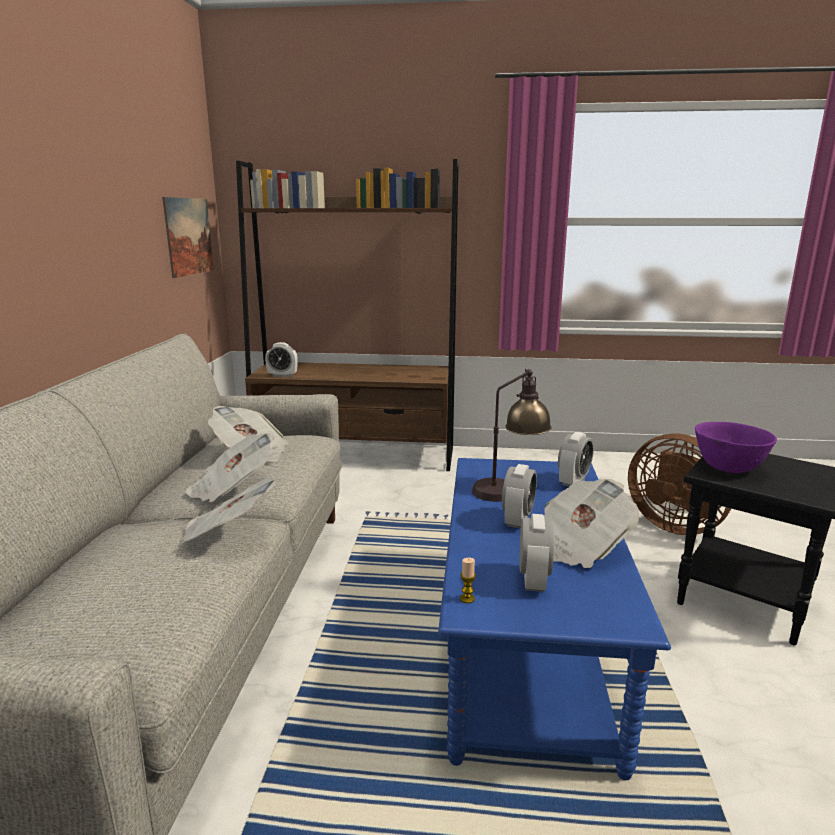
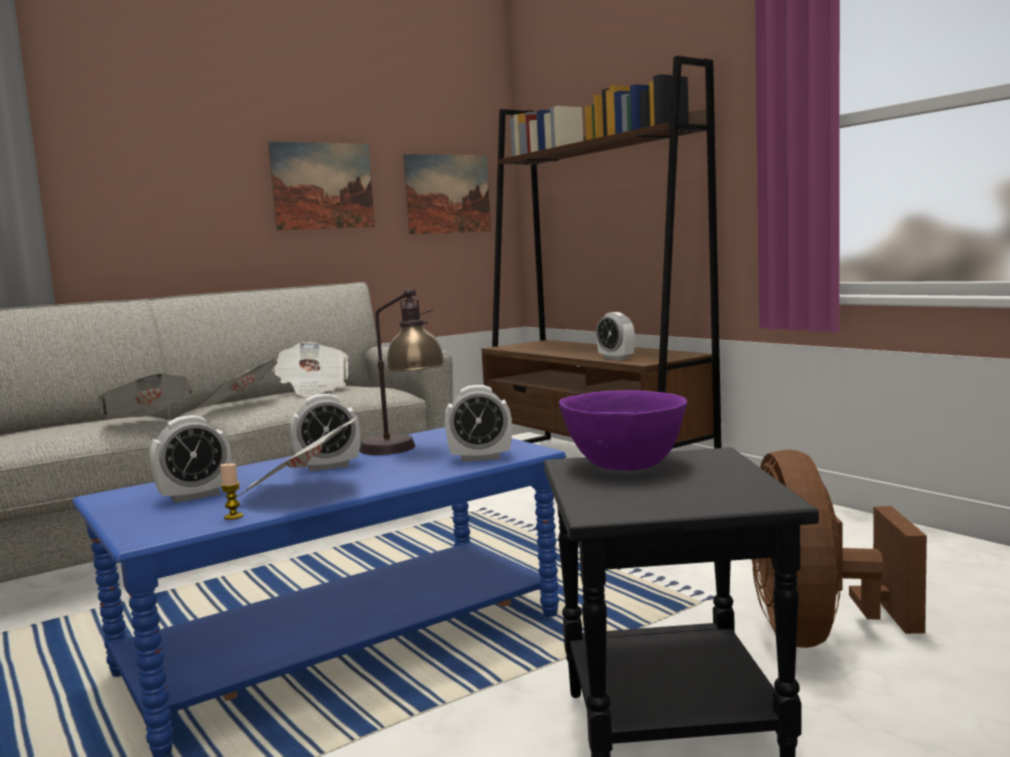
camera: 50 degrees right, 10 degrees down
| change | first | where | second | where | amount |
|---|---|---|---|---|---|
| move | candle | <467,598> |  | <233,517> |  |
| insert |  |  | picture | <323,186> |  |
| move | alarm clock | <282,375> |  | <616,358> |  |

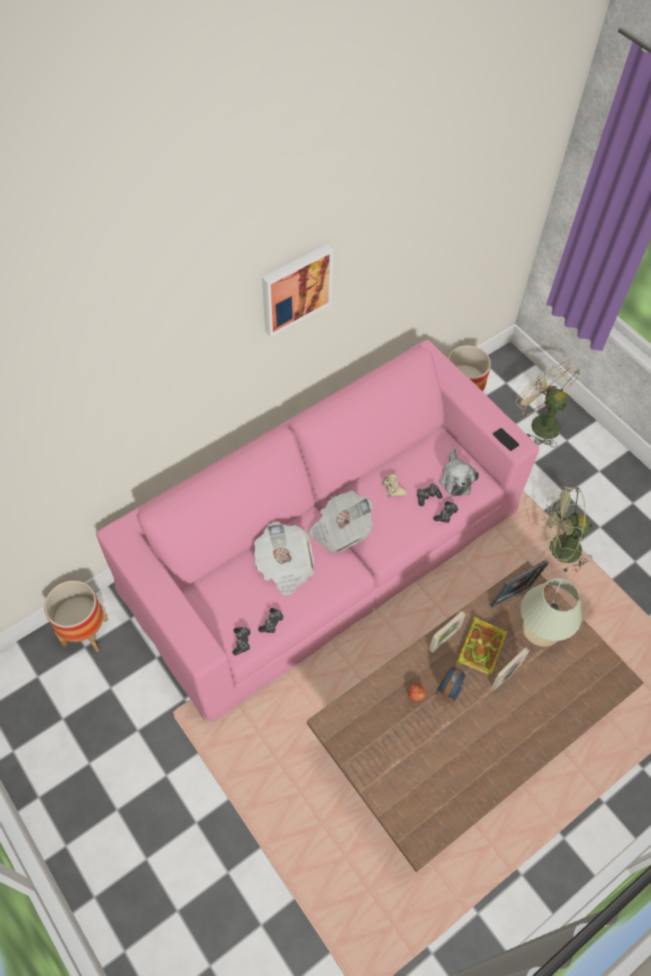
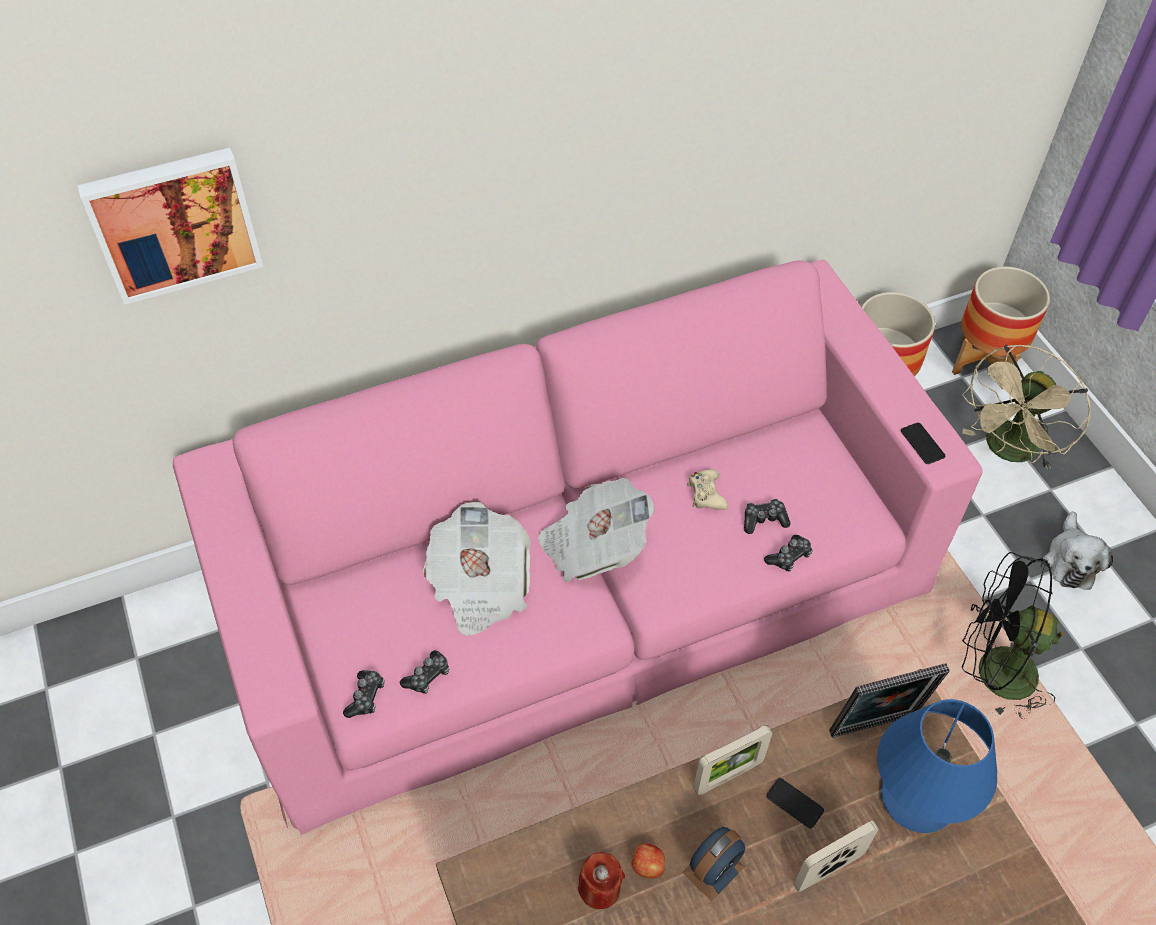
camera: 15 degrees right, 5 degrees down
| change | first | where | second | where | amount |
|---|---|---|---|---|---|
| move | picture | <295,288> |  | <173,222> |  |
| insert |  |  | red candle | <599,888> |  |
| replace | book | <481,646> | phone | <794,803> |  |
| recolor | beige table lamp | <540,629> | blue table lamp | <916,797> |  |
| move | planter | <85,632> |  | <983,363> |  |
| rotate | beige fan | <539,423> |  | <1008,451> | 120 degrees counterclockwise |
| recolor | green fan | <557,550> | black fan | <992,672> |  |
| move | plush toy | <455,478> |  | <1070,560> |  |

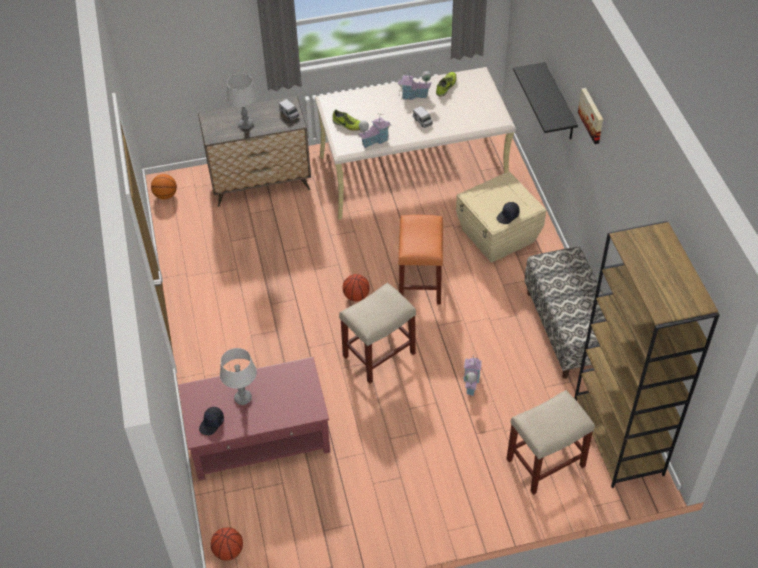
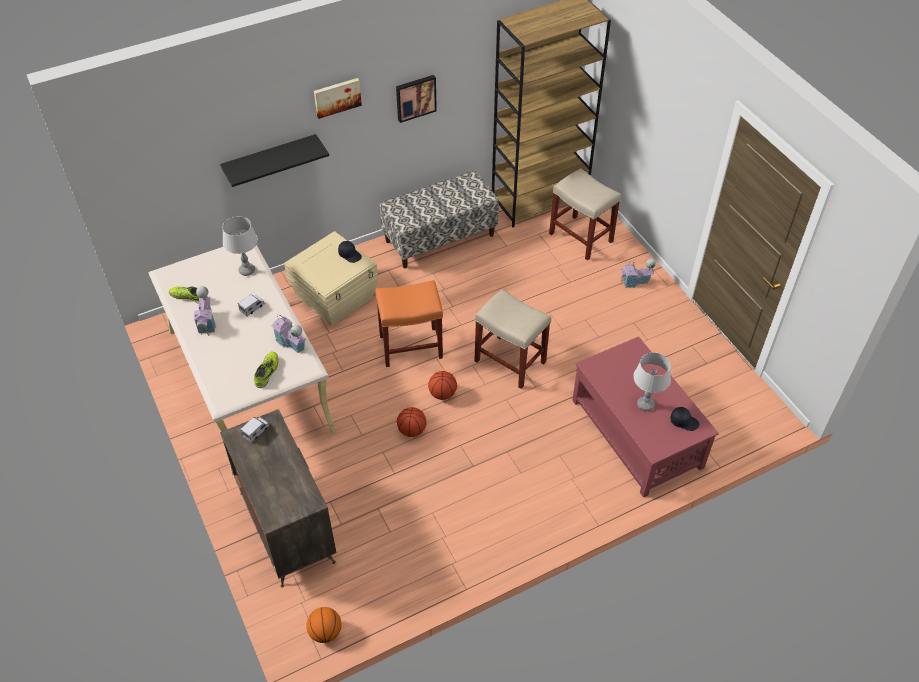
camera: 105 degrees left, 0 degrees up
| change | first | where | second | where | amount |
|---|---|---|---|---|---|
| move | grey table lamp | <246,124> |  | <246,270> |  |
| insert |  |  | picture | <415,97> |  |
| move | basketball | <228,551> |  | <412,430> |  |
| move | toy house | <471,383> |  | <635,282> |  |

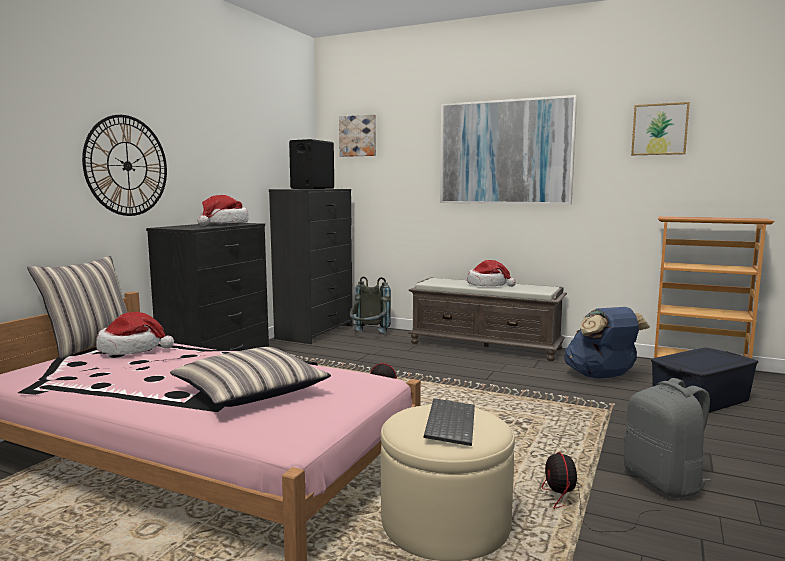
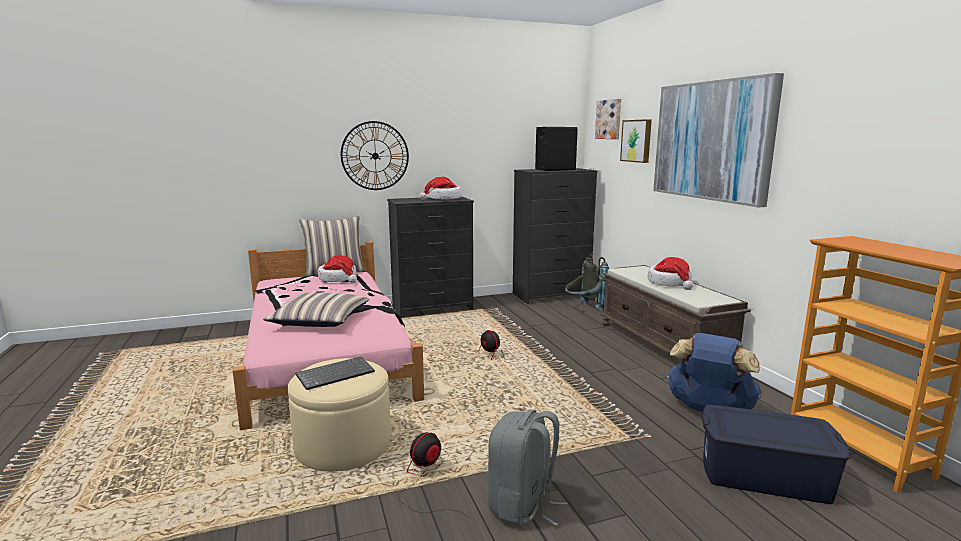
camera: 45 degrees right, 5 degrees up
| change | first | where | second | where | amount |
|---|---|---|---|---|---|
| move | picture | <659,129> |  | <637,141> |  |

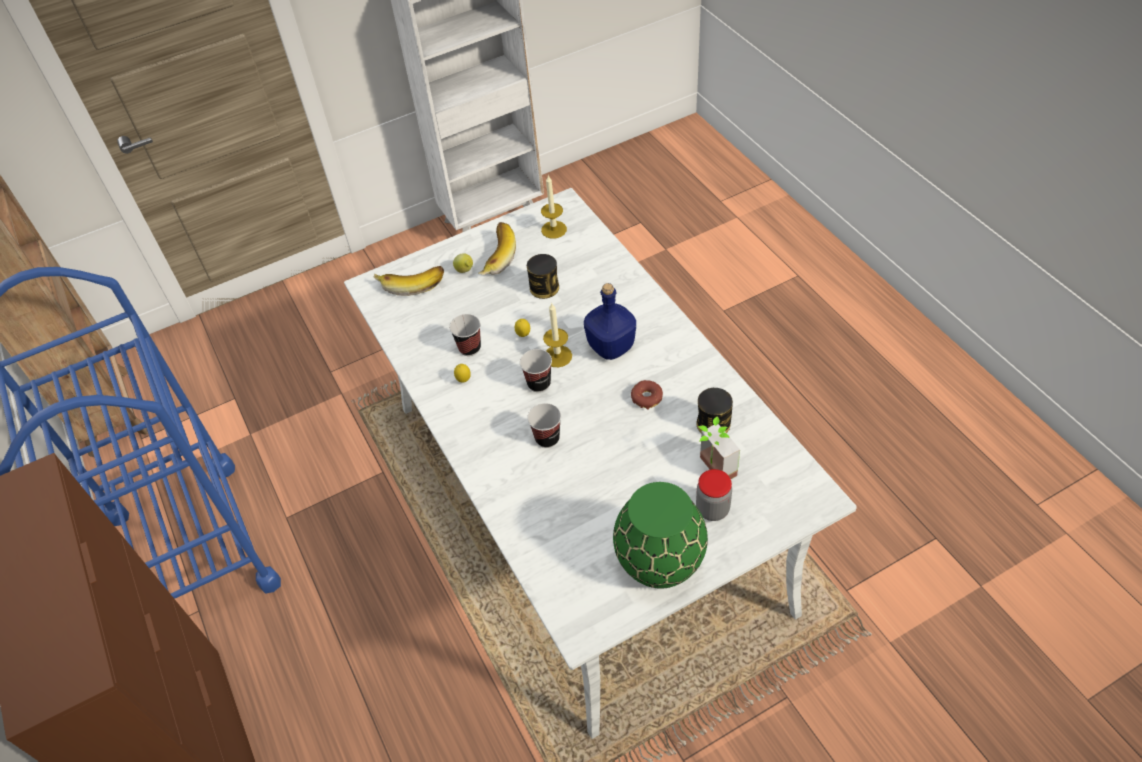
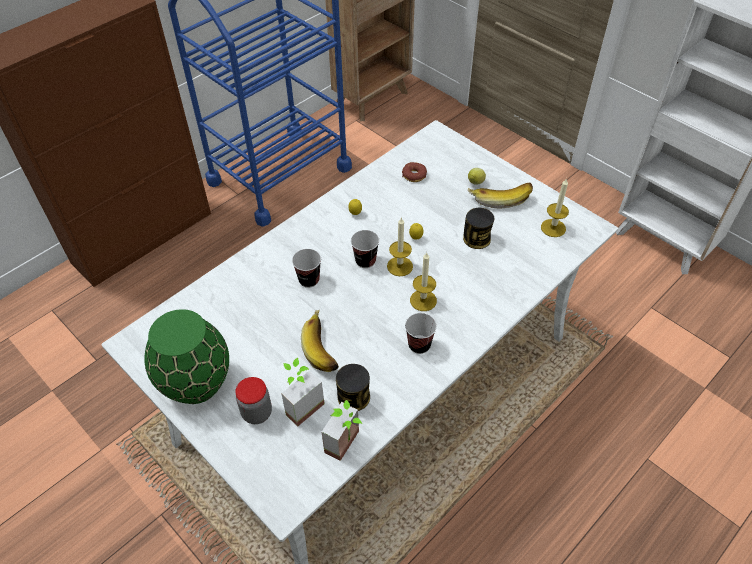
camera: 70 degrees right, 0 degrees up
| change | first | where | second | where | amount |
|---|---|---|---|---|---|
| move | banana | <412,283> |  | <324,348> |  |
| insert |  |  | potted plant | <348,445> |  |
| move | donut | <647,397> |  | <414,175> |  |
| move | cup | <469,348> |  | <419,345> |  |
| replace | blue bottle | <610,346> | candle | <423,300> |  |

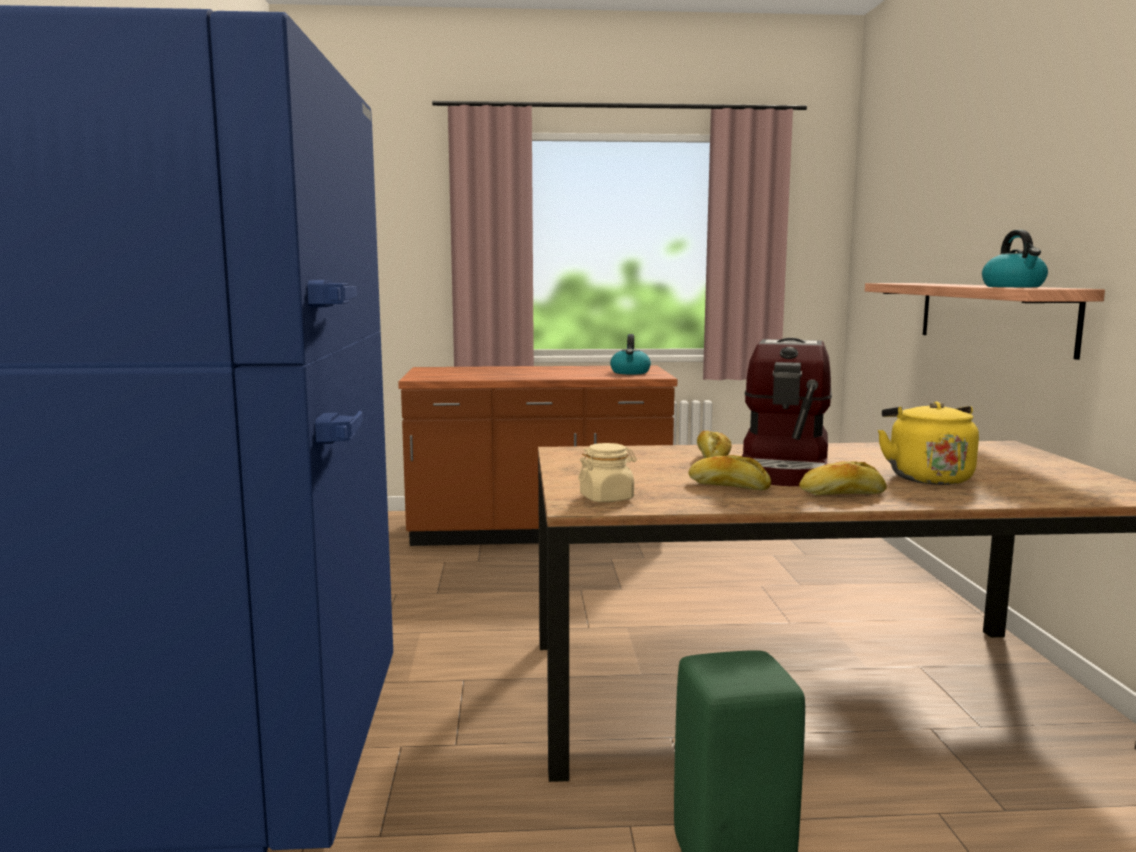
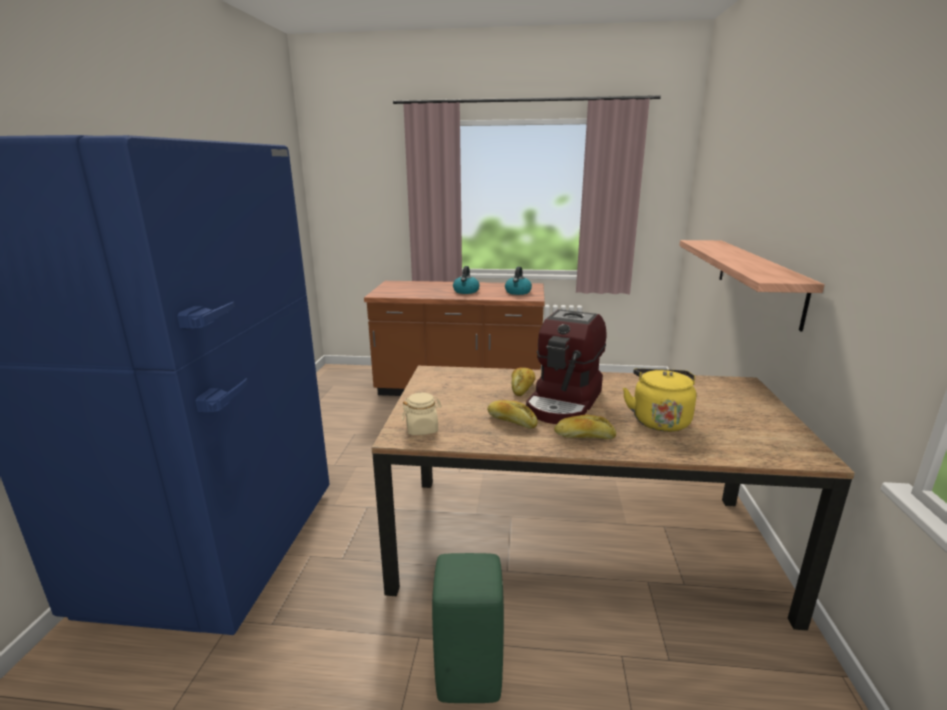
camera: 10 degrees right, 10 degrees up
| change | first | where | second | where | amount |
|---|---|---|---|---|---|
| move | kettle | <1014,287> |  | <466,291> |  |

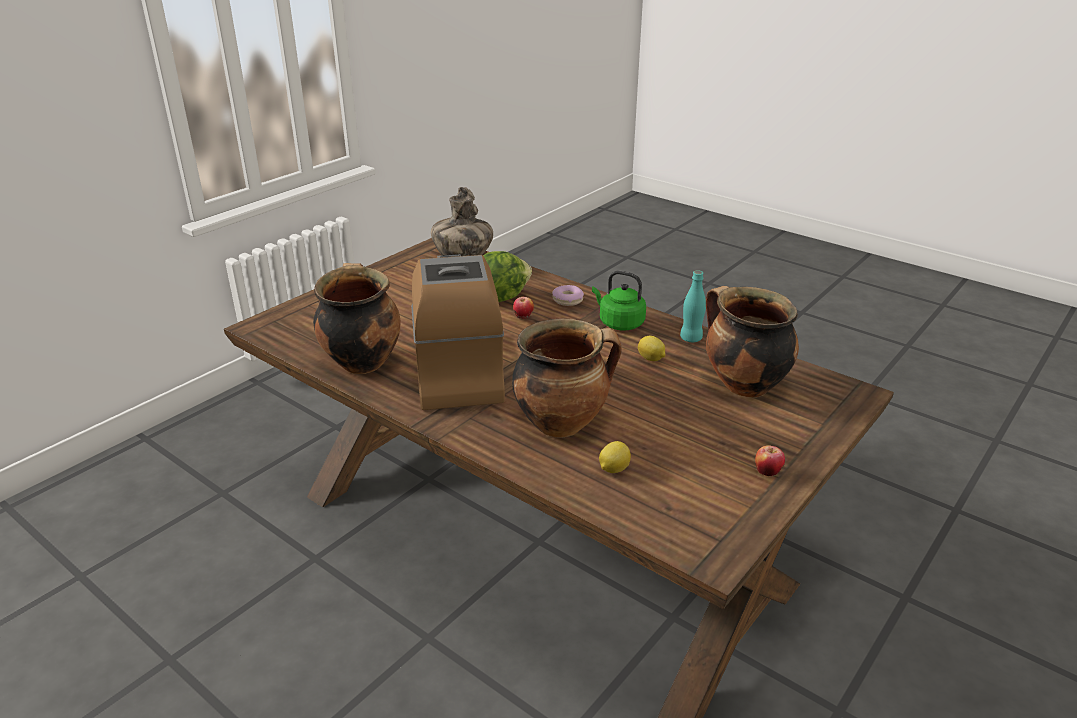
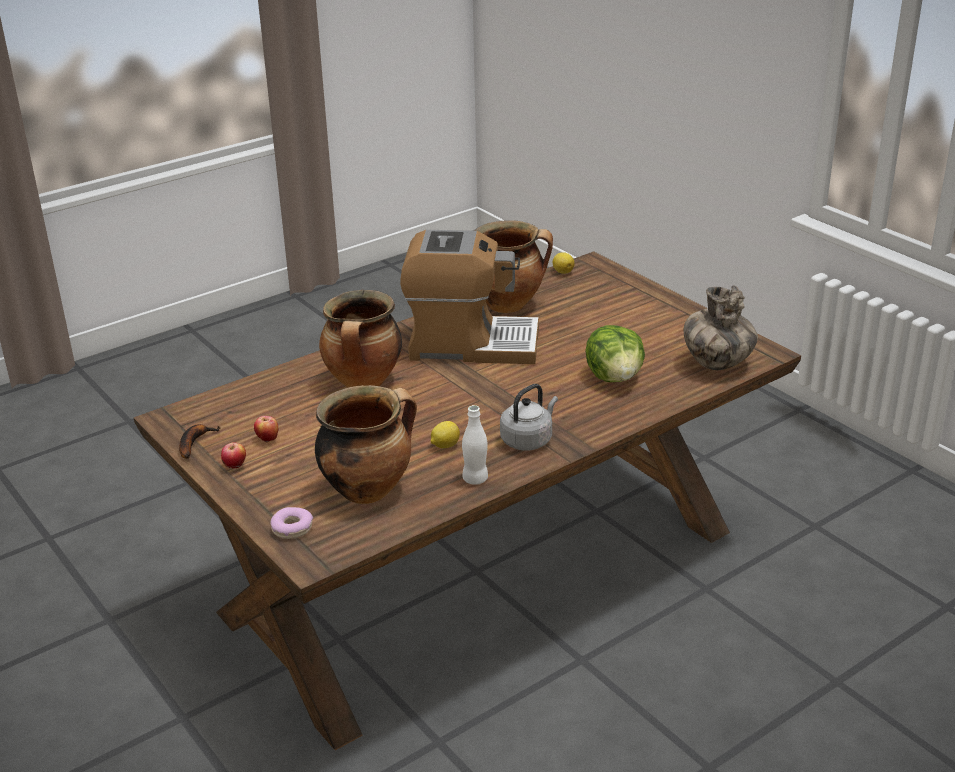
camera: 105 degrees right, 0 degrees up
| change | first | where | second | where | amount |
|---|---|---|---|---|---|
| insert |  |  | banana | <194,443> |  |
| move | apple | <523,318> |  | <267,439> |  |
| move | donut | <567,300> |  | <292,528> |  |
| recolor | turquoise bottle | <691,338> | white bottle | <475,479> |  |
| recolor | green kettle | <619,323> | grey kettle | <528,440> |  |
| move | lemon | <613,469> |  | <563,271> |  |

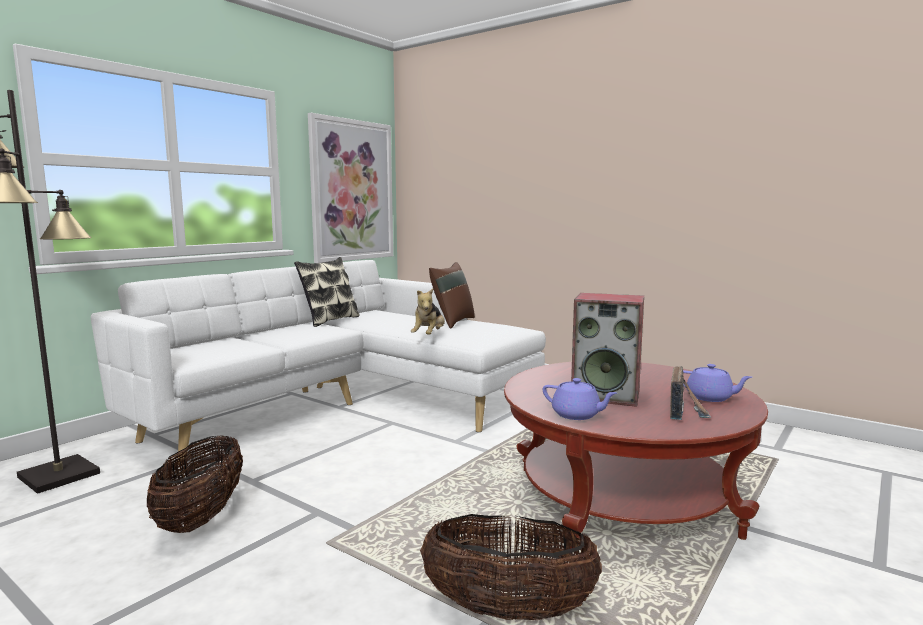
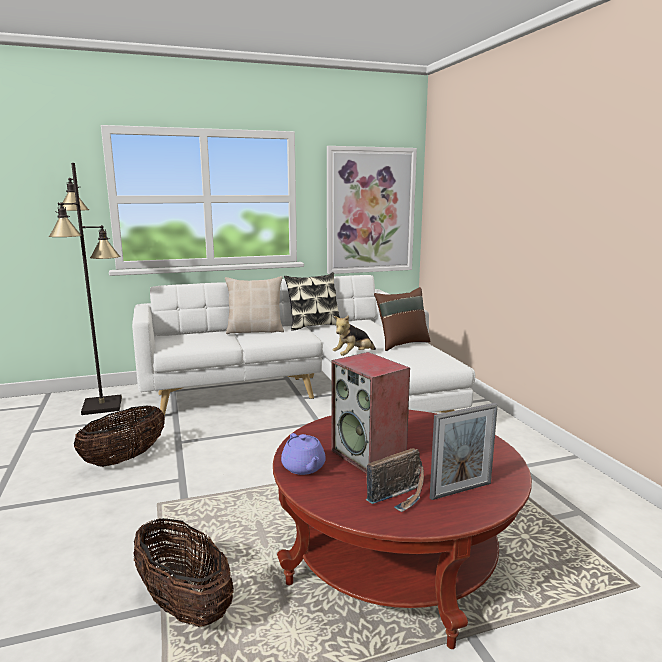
camera: 35 degrees right, 5 degrees up
| change | first | where | second | where | amount |
|---|---|---|---|---|---|
| insert |  |  | beige pillow | <255,331> |  |
| replace | purple teapot | <710,398> | picture frame | <460,490> |  |

